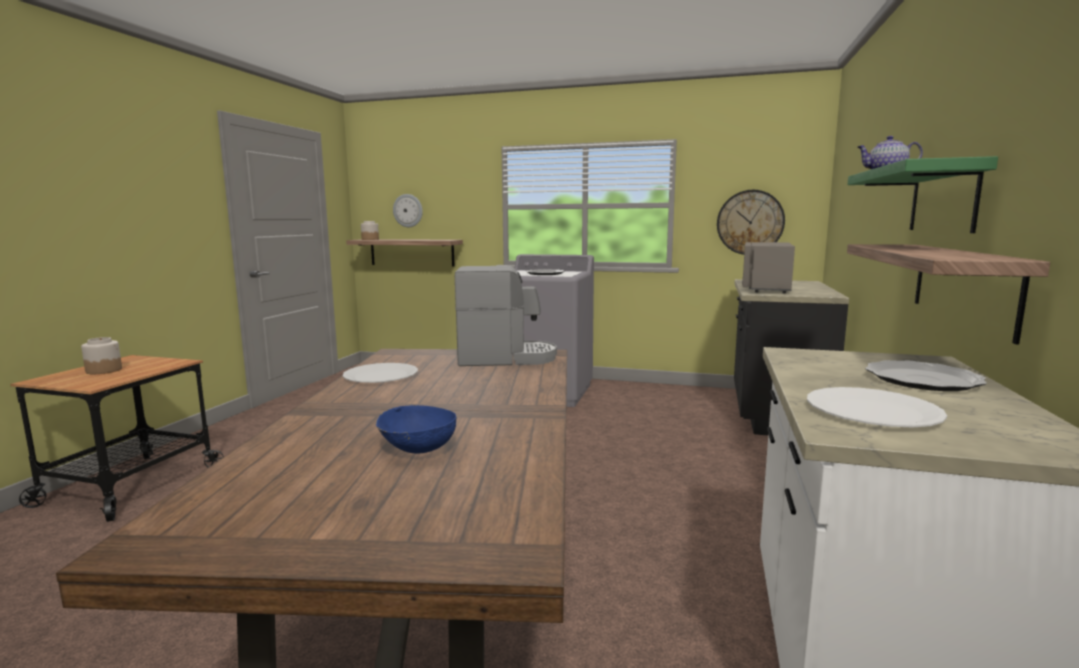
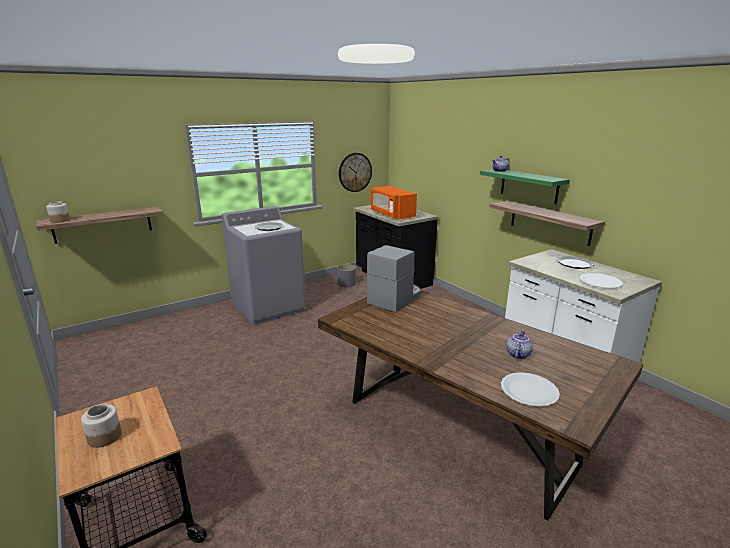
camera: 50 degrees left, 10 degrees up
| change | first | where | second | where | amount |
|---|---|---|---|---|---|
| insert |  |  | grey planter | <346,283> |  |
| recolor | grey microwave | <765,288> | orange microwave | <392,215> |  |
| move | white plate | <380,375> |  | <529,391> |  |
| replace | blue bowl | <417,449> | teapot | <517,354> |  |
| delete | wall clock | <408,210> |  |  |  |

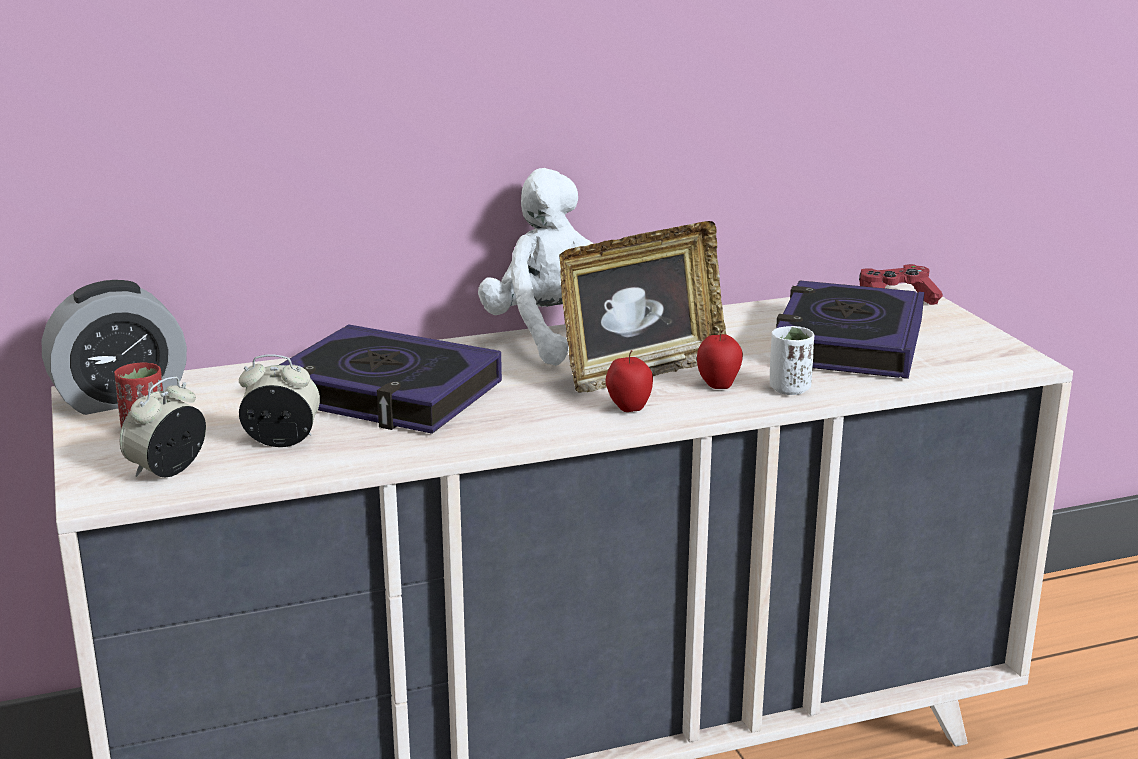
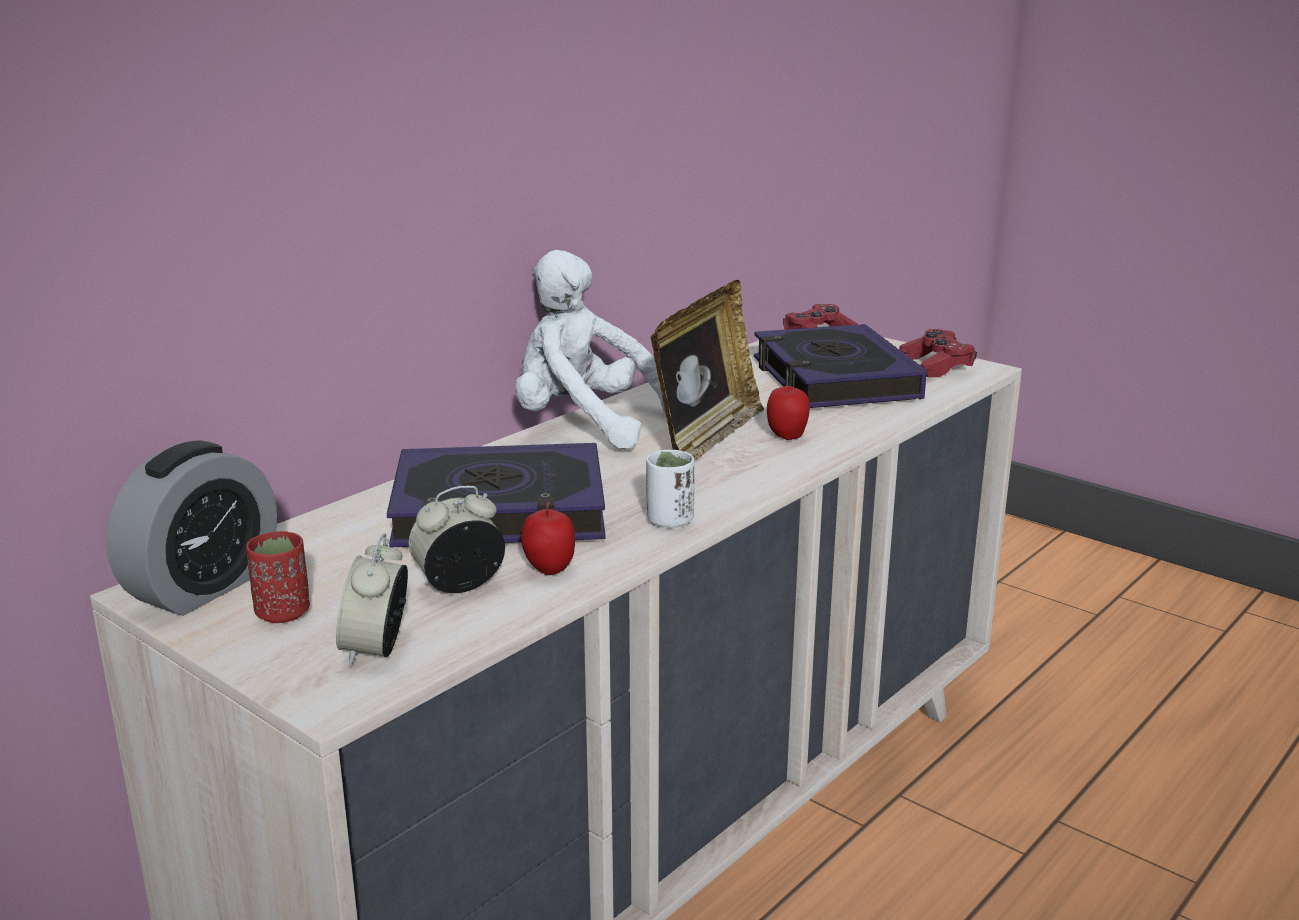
camera: 30 degrees left, 0 degrees up
| change | first | where | second | where | amount |
|---|---|---|---|---|---|
| move | apple | <628,409> |  | <549,570> |  |
| move | white cup | <789,389> |  | <670,521> |  |
| insert |  |  | red game controller | <936,366> |  |

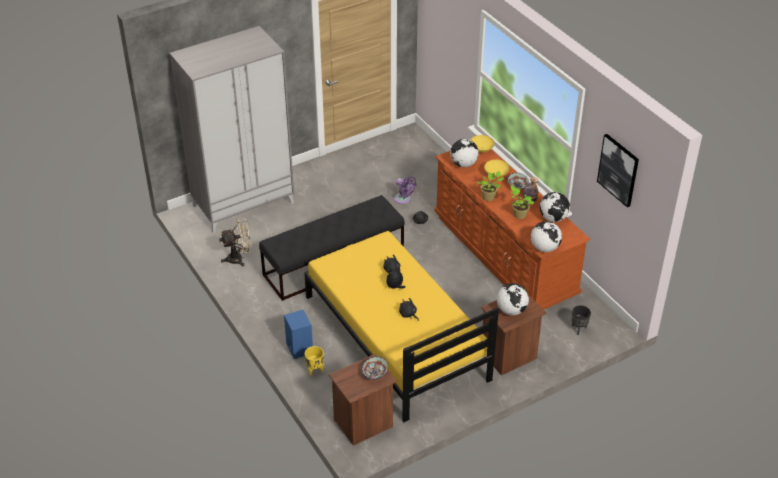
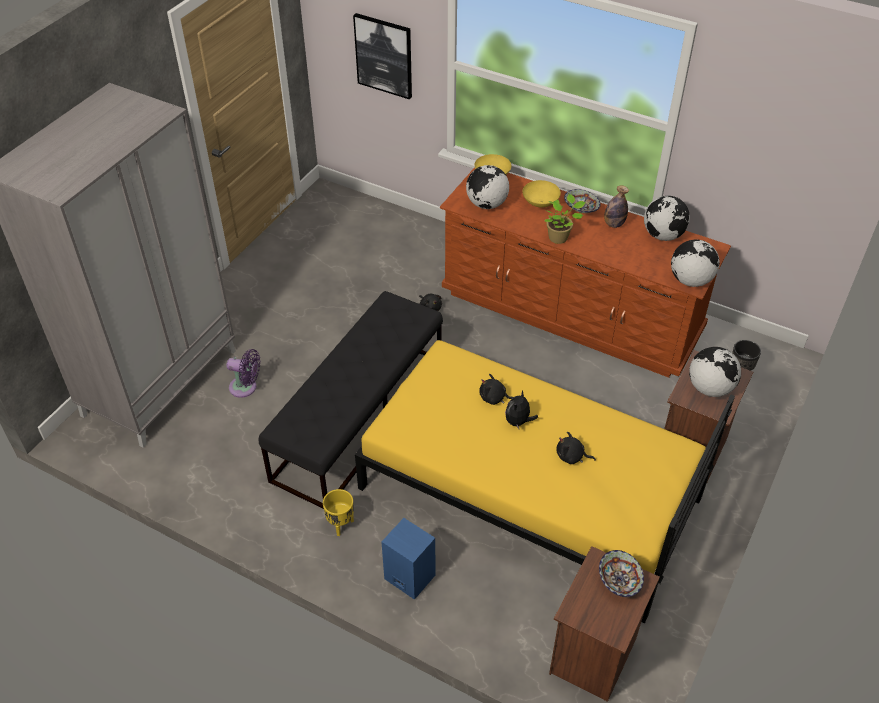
camera: 30 degrees left, 5 degrees up
| change | first | where | second | where | amount |
|---|---|---|---|---|---|
| move | purple fan | <403,199> |  | <246,387> |  |
| move | yellow planter | <315,370> |  | <340,524> |  |
| move | picture | <618,170> |  | <384,55> |  |
| delete | beige fan | <239,258> |  |  |  |
| delete | potted plant | <519,214> |  |  |  |

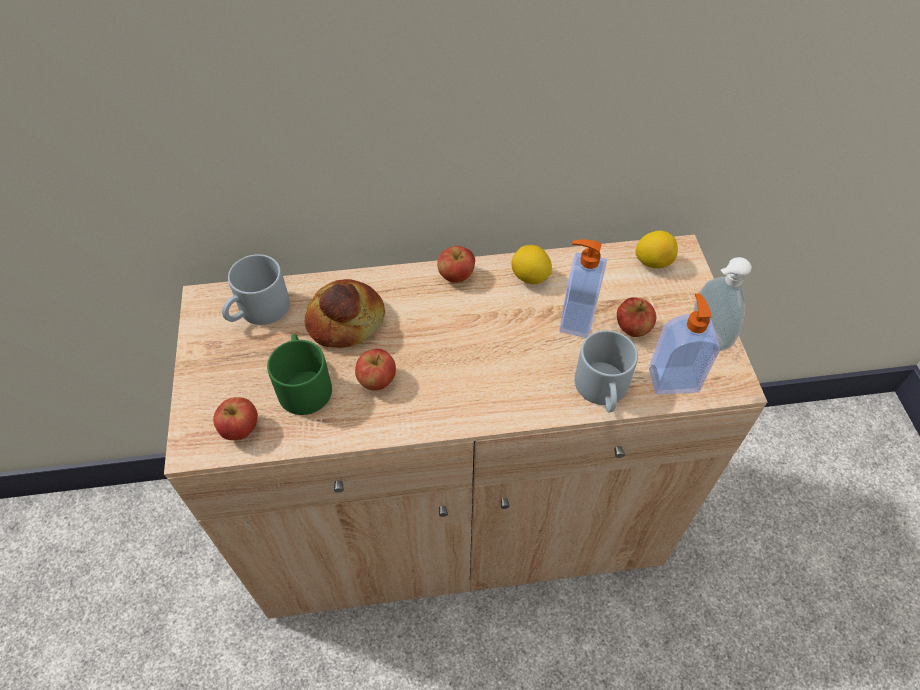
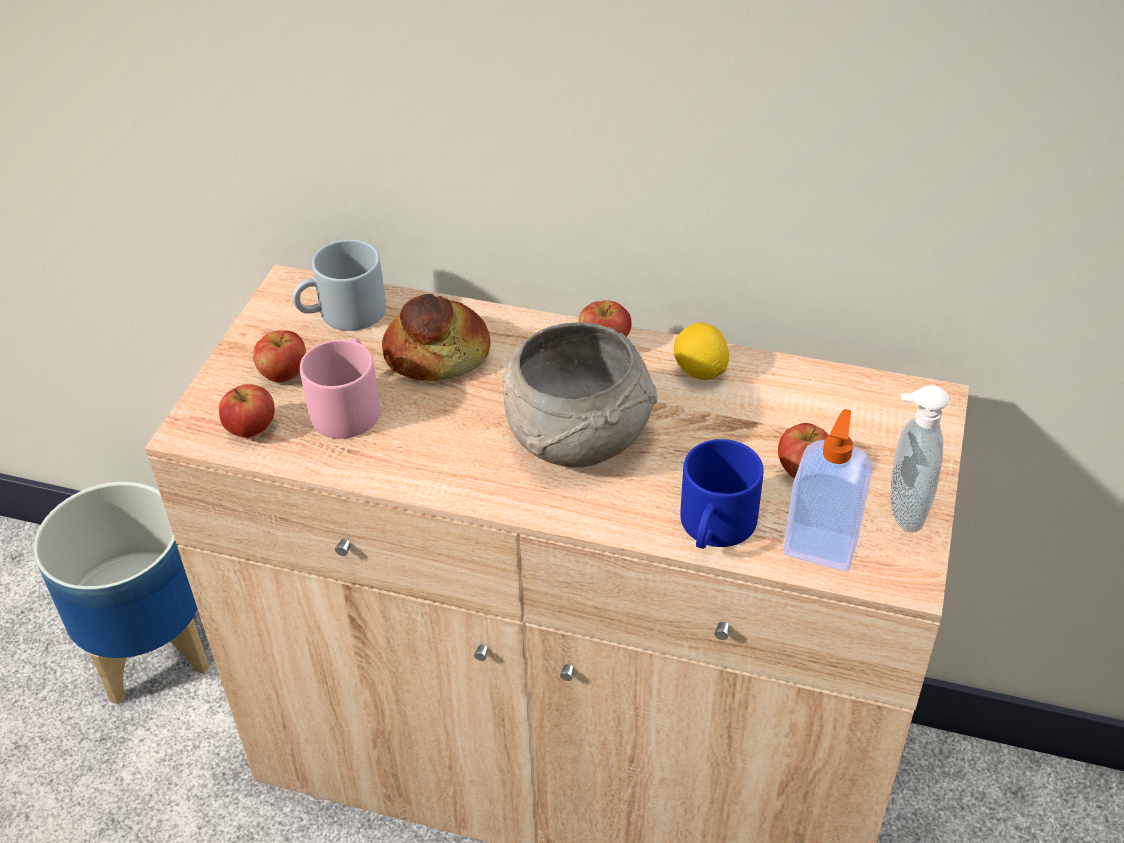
camera: 25 degrees right, 10 degrees down
| change | first | where | second | where | amount |
|---|---|---|---|---|---|
| insert |  |  | planter | <152,653> |  |
| move | apple | <377,380> |  | <283,374> |  |
| recolor | green mug | <302,384> | pink mug | <347,405> |  |
| insert |  |  | grey bowl | <580,437> |  |
| recolor | grey mug | <603,391> | blue mug | <716,529> |  |
| delete | soap dispenser | <575,319> |  |  |  |
| delete | lemon | <653,262> |  |  |  |

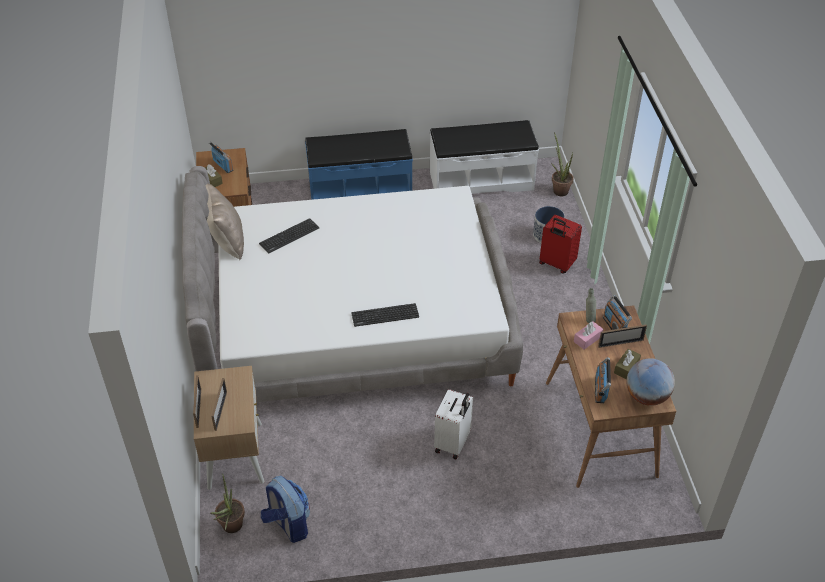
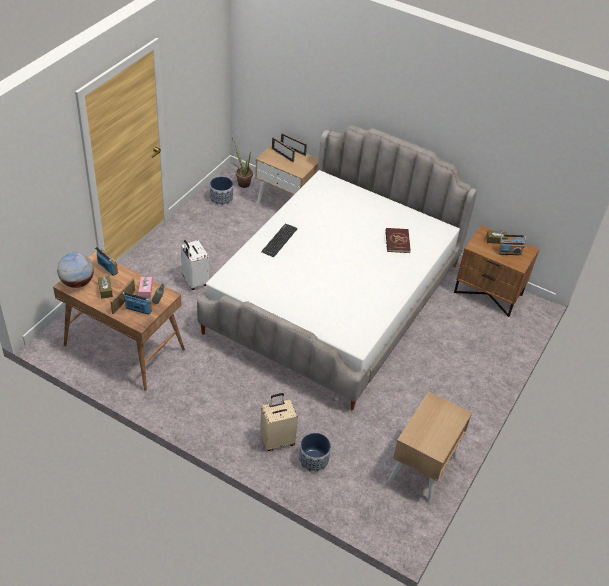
camera: 125 degrees right, 0 degrees up
| change | first | where | second | where | amount |
|---|---|---|---|---|---|
| replace | backpack | <288,524> | planter | <221,199> |  |
| recolor | red suitcase | <556,264> | beige suitcase | <277,440> |  |
| replace | keyboard | <289,236> | red book | <397,241> |  |
| replace | white bench | <481,180> | beige nightstand | <422,469> |  |
| delete | beige pillow | <226,242> |  |  |  |
| delete | blue bench | <360,189> |  |  |  |
| delete | potted plant | <559,189> |  |  |  |

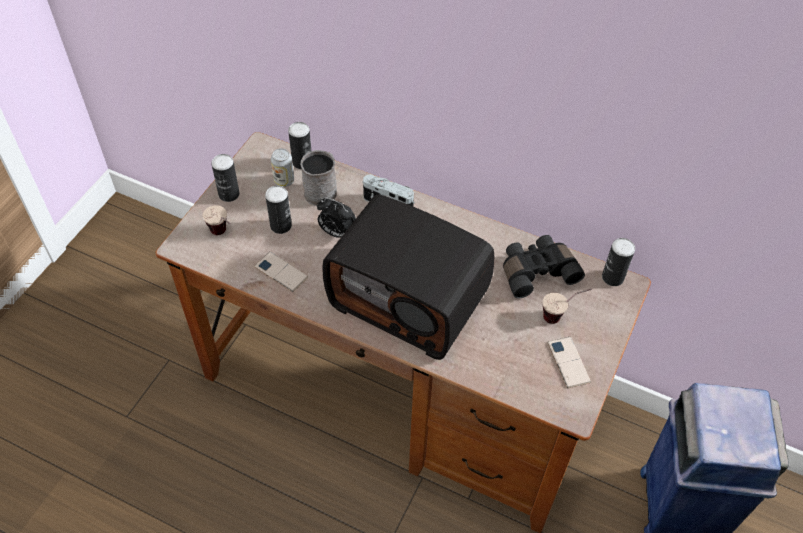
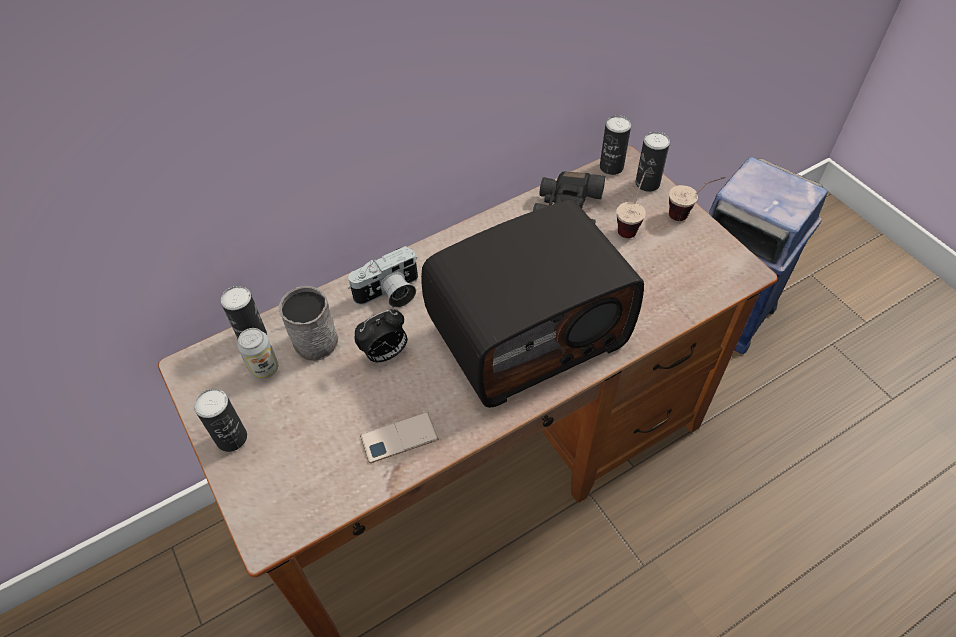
camera: 55 degrees left, 0 degrees up
| change | first | where | second | where | amount |
|---|---|---|---|---|---|
| move | can | <281,225> |  | <647,183> |  |
| move | cup | <223,235> |  | <689,213> |  |
| delete | phone | <568,362> |  |  |  |

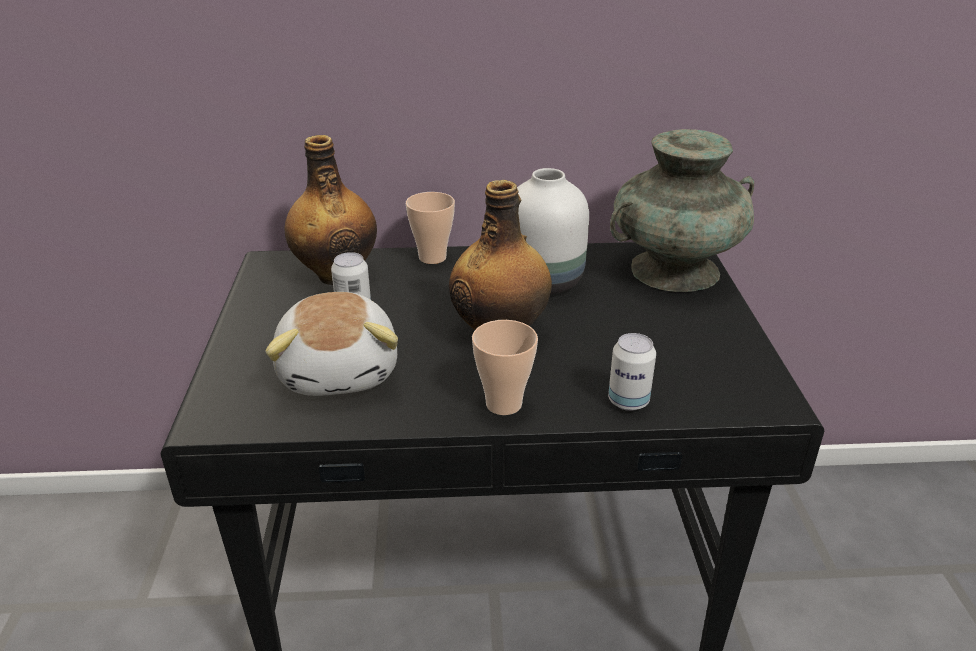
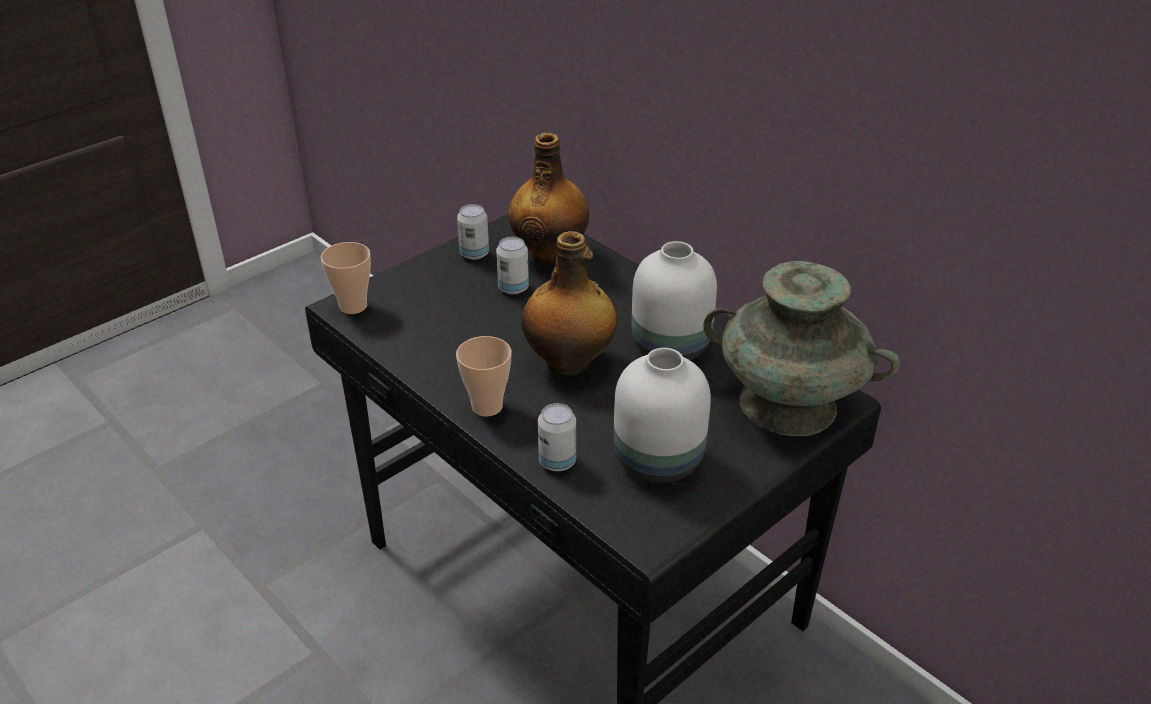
camera: 50 degrees right, 5 degrees up
| change | first | where | second | where | amount |
|---|---|---|---|---|---|
| move | cup | <432,257> |  | <353,306> |  |
| insert |  |  | can | <474,254> |  |
| insert |  |  | white vase | <660,461> |  |
| delete | plush toy | <341,370> |  |  |  |

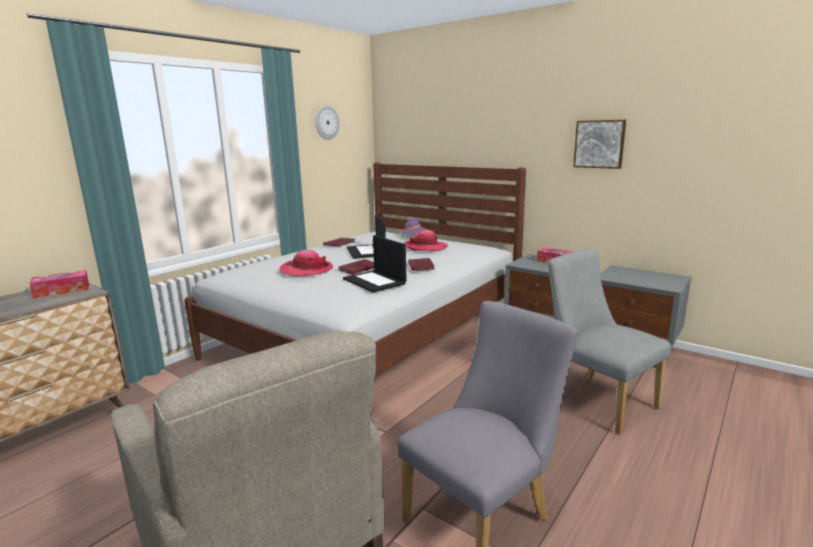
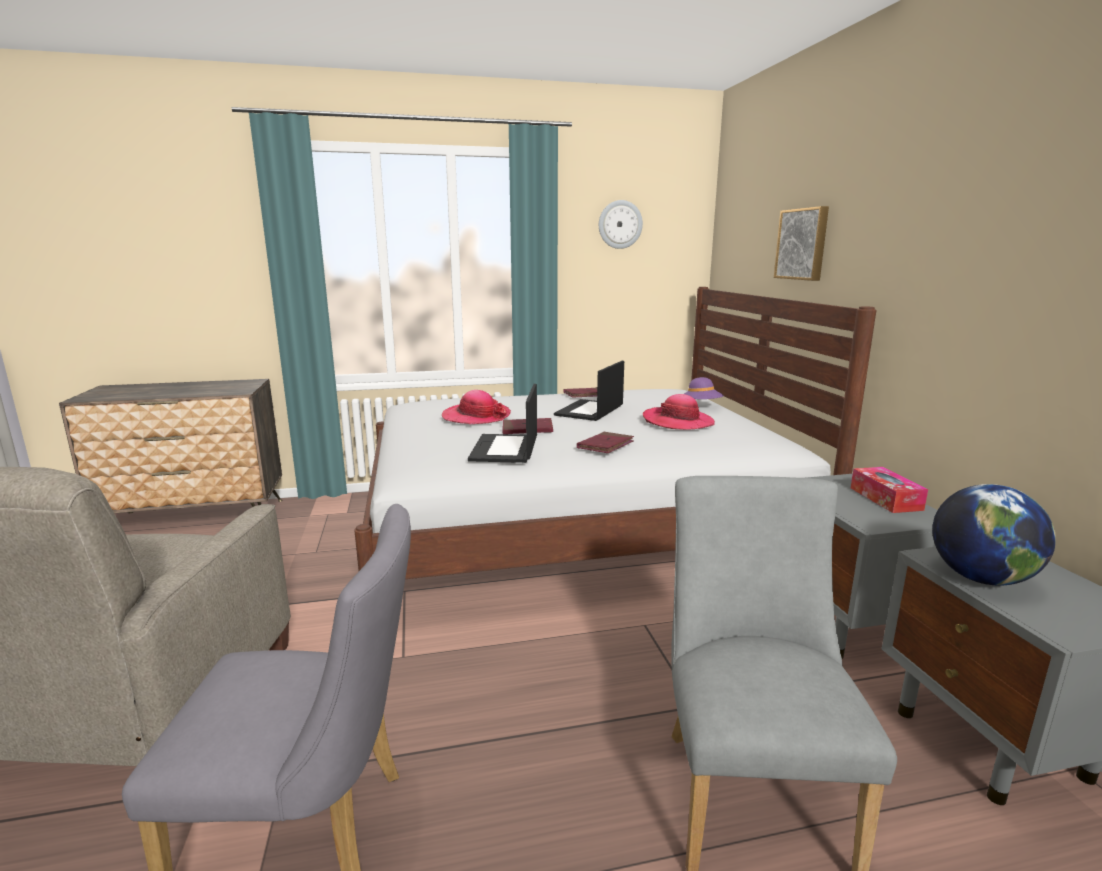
camera: 40 degrees right, 0 degrees up
| change | first | where | second | where | amount |
|---|---|---|---|---|---|
| move | picture | <599,144> |  | <803,244> |  |
| insert |  |  | globe | <981,578> |  |
| delete | tissue box | <62,291> |  |  |  |

